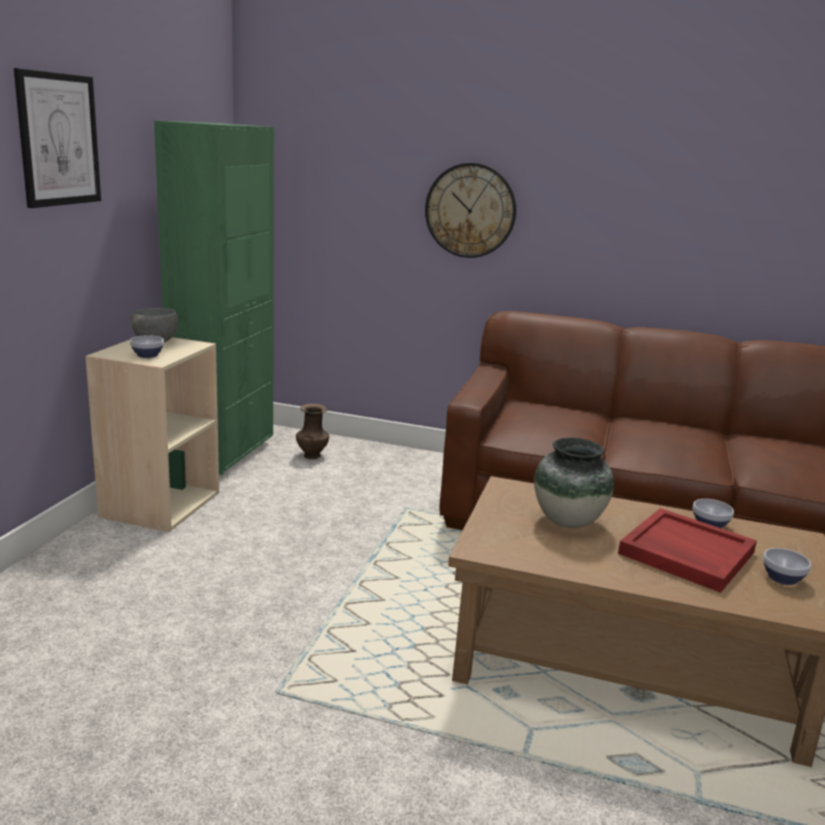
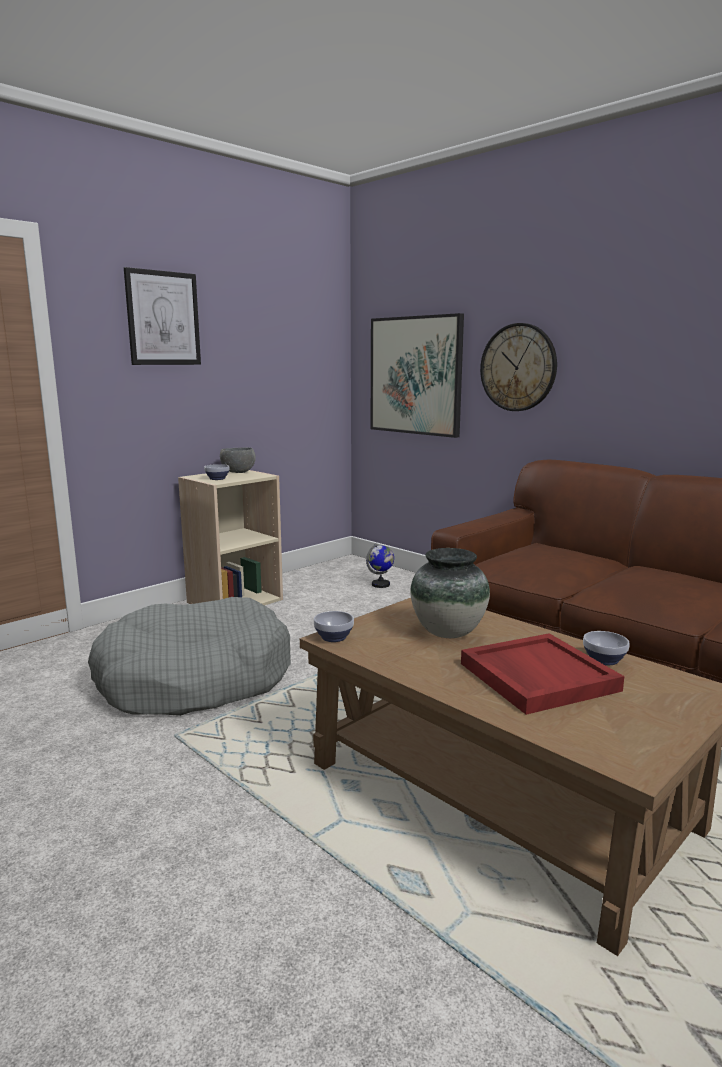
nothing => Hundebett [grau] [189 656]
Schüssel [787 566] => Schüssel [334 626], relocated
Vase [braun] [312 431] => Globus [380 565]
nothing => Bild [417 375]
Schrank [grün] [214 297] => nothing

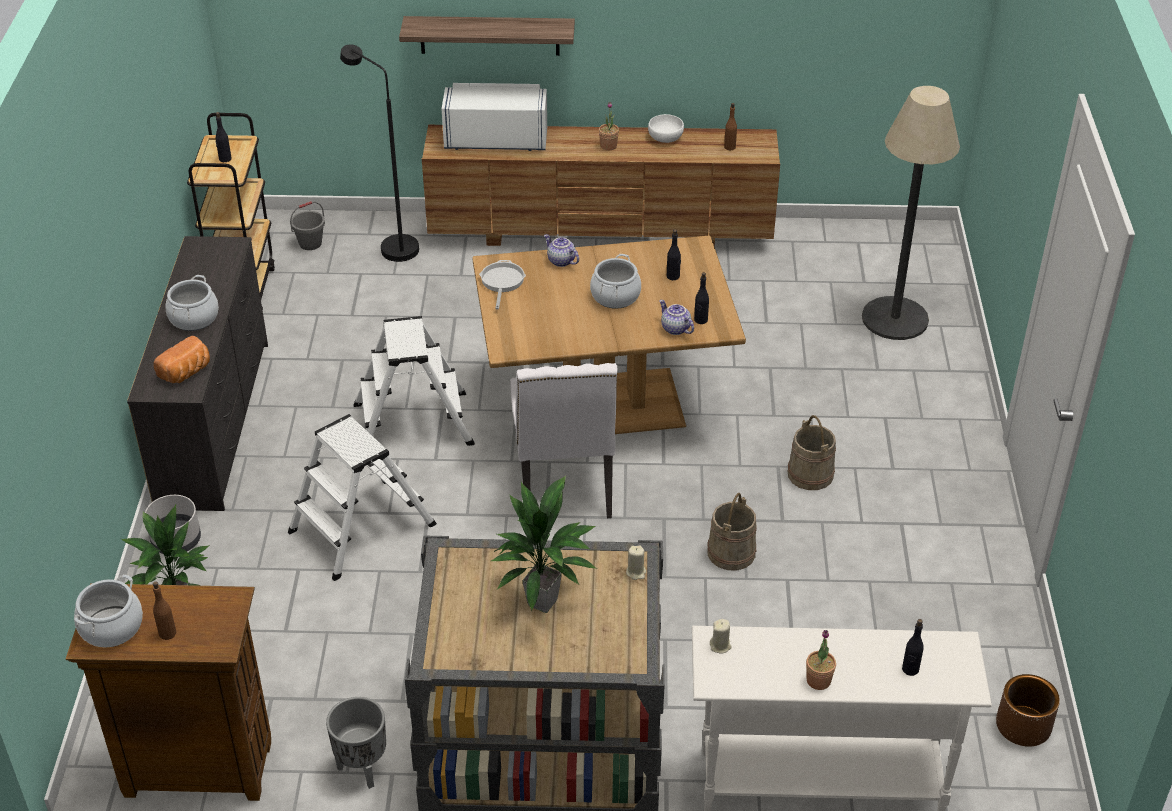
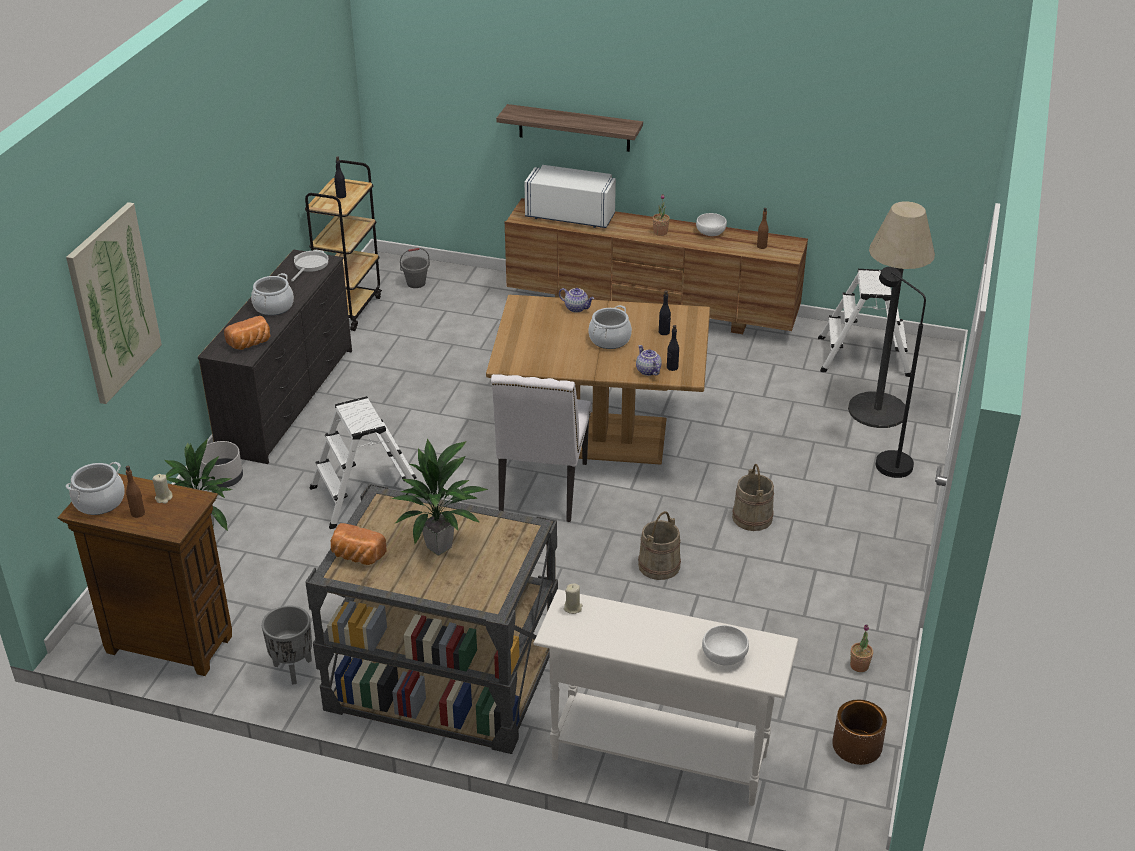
nothing => Bild [114 303]
Kerze [beige] [636 562] => Kerze [beige] [163 489], relocated
Pfanne [502 285] => Pfanne [309 266], relocated
nothing => Brot [358 544]
Teekanne [561 250] => Teekanne [576 300], 150 degrees clockwise
Flasche [schwarz] [913 647] => Schüssel [weiß] [725 645]
Trittleiter [weiß] [414 381] => Trittleiter [weiß] [864 323], relocated
Topfpflanze [821 660] => Topfpflanze [861 648], relocated
Stehlampe [schwarz] [379 153] => Stehlampe [schwarz] [901 372], relocated

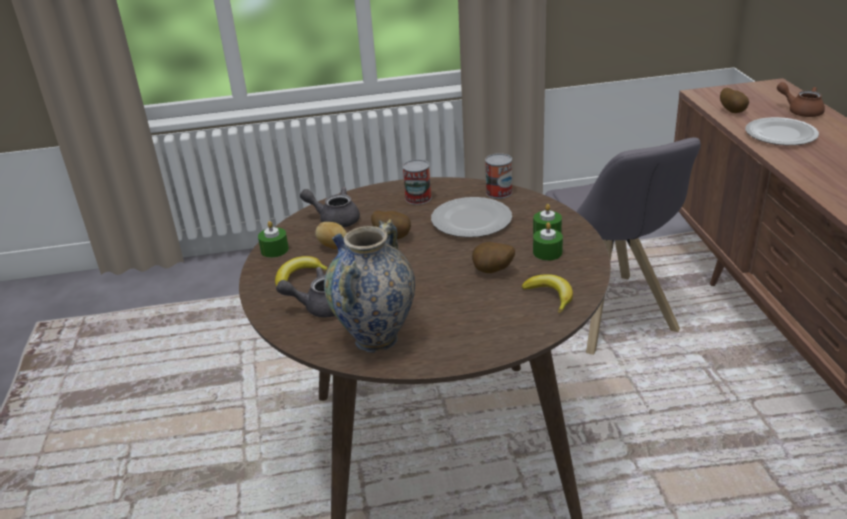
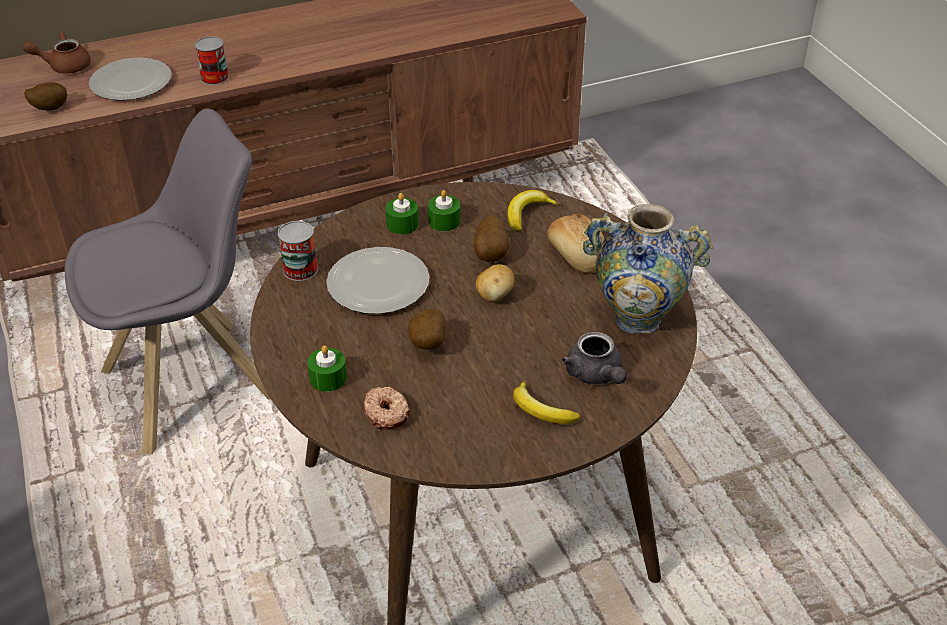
Teekanne [braun] [801 99] => Teekanne [braun] [57 53], 45 degrees clockwise
Dose [417 182] => Dose [212 60], relocated
Kerze [grün] [273 239] => Kerze [grün] [327 368], relocated
Teekanne [grau] [330 207] => Donut [386 408]
Kartoffel [331 235] => Kartoffel [495 282], relocated
nothing => Brot [576 243]

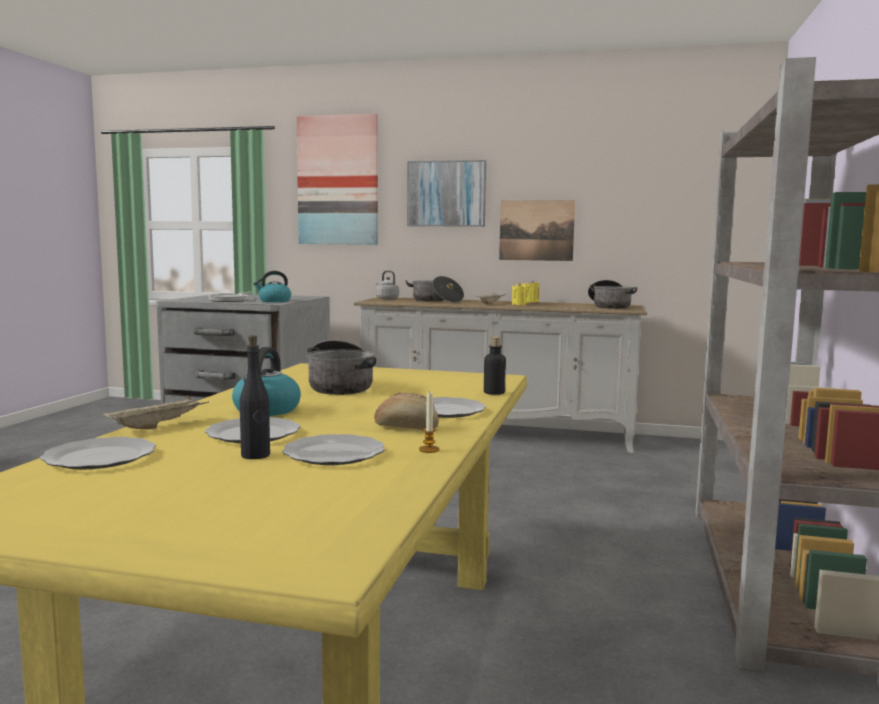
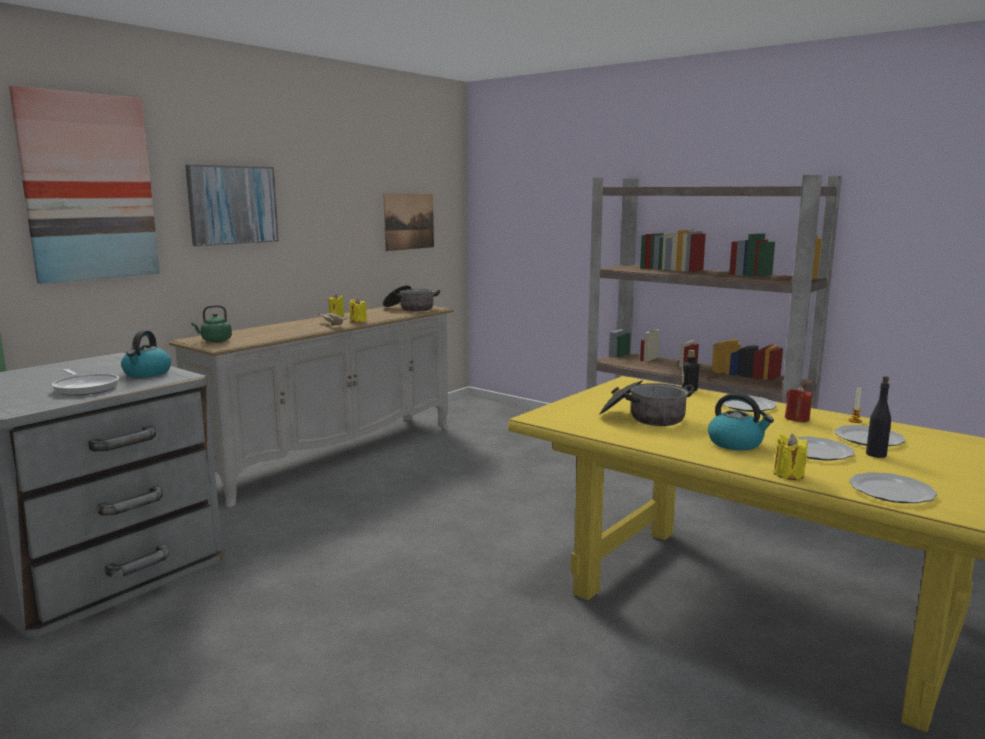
Wasserkessel [grau] [387 285] => Wasserkessel [grün] [211 323]
Bild [537 230] => Bild [408 222], relocated
Tablett [beige] [155 412] => Kerze [gelb] [790 457]
Brot [406 411] => Kerze [rot] [799 404]
Kochtopf [435 289] => nothing

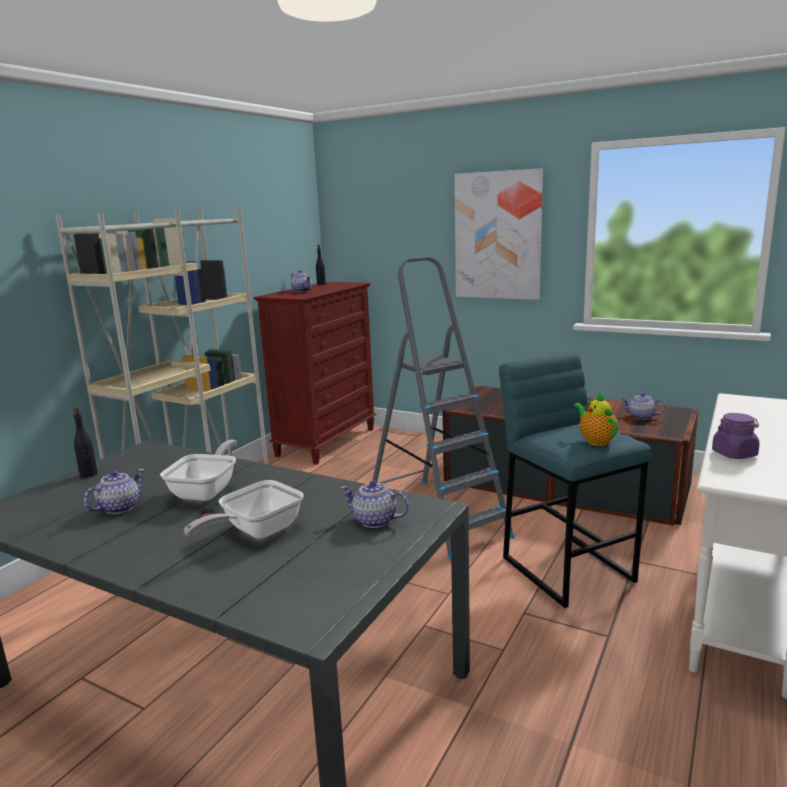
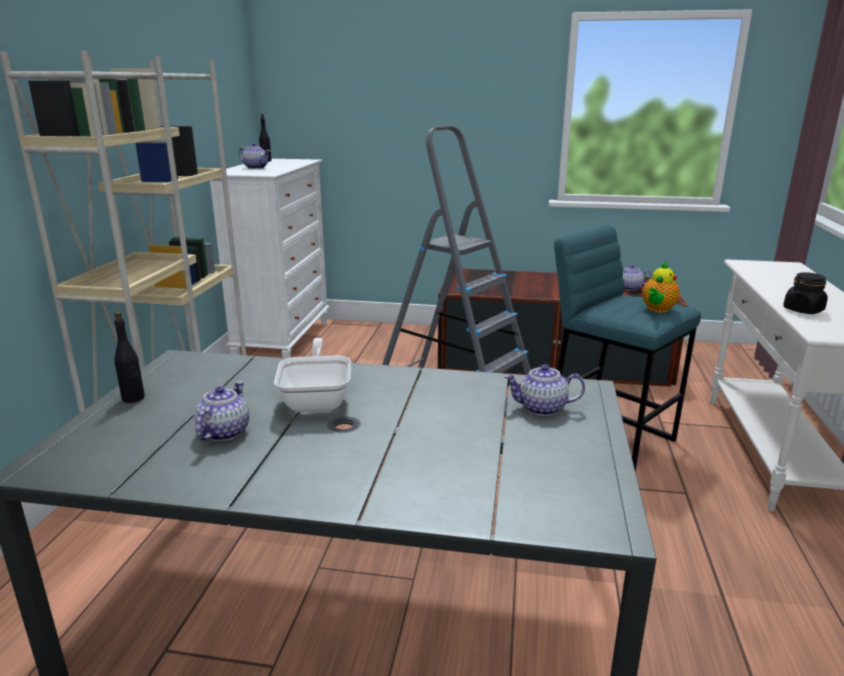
Kommode [rot] [315 373] => Kommode [weiß] [270 258]
Teekanne [596 419] => Teekanne [661 287], 105 degrees counterclockwise
Vorratsglas [lila] [736 436] => Vorratsglas [schwarz] [805 293]
Pfanne [244 509] => nothing
Bild [498 234] => nothing

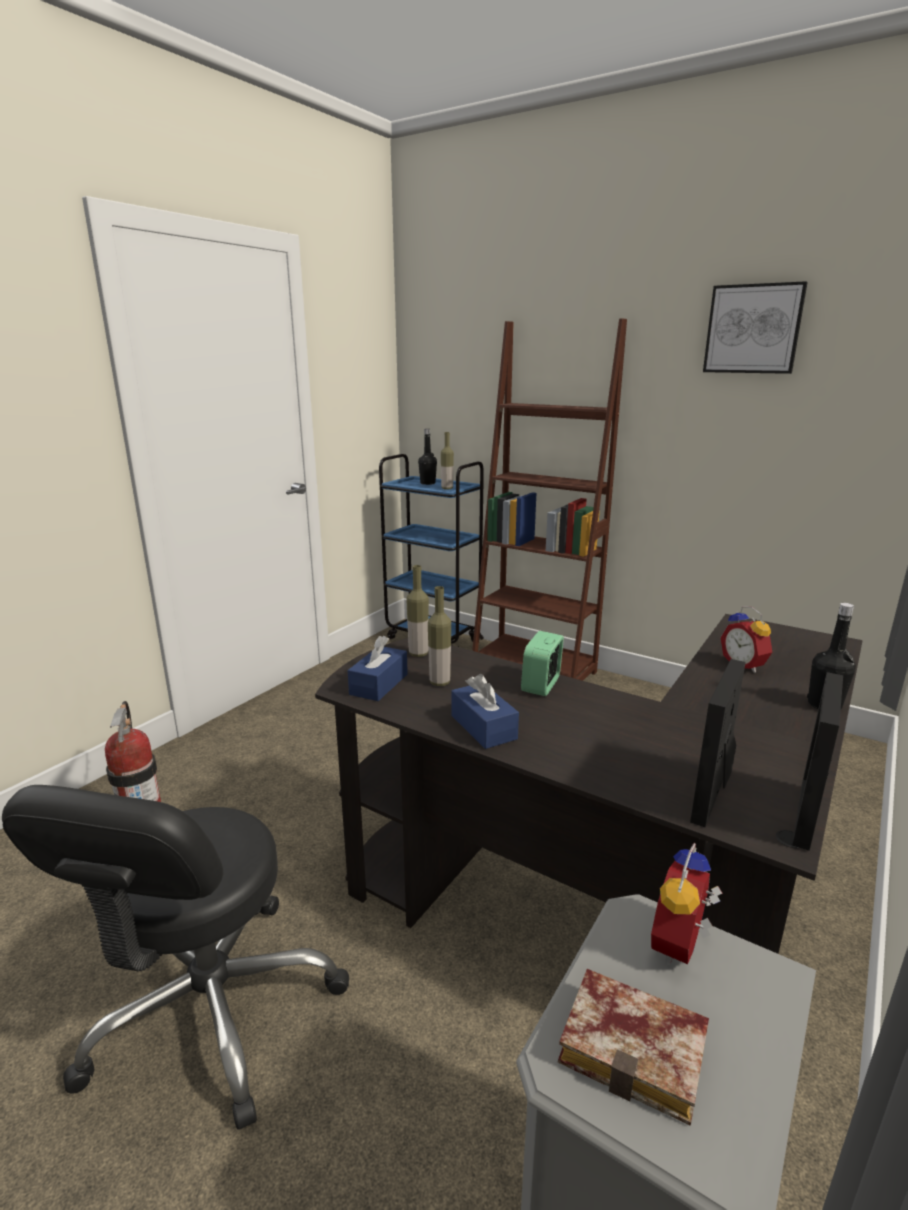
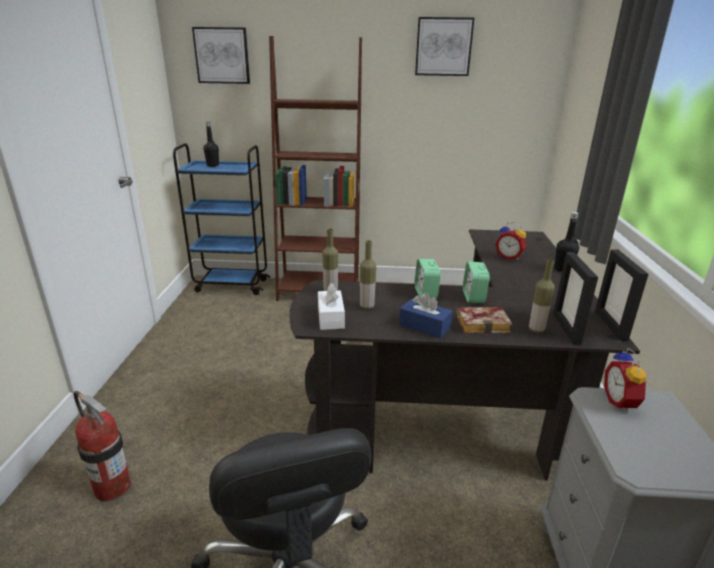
nothing => Bild [221 55]
Taschentuchbox [blau] [378 668] => Taschentuchbox [weiß] [331 306]
Buch [633 1047] => Buch [484 321], relocated
nothing => Wecker [476 282]
Flasche [447 461] => Flasche [542 296], relocated

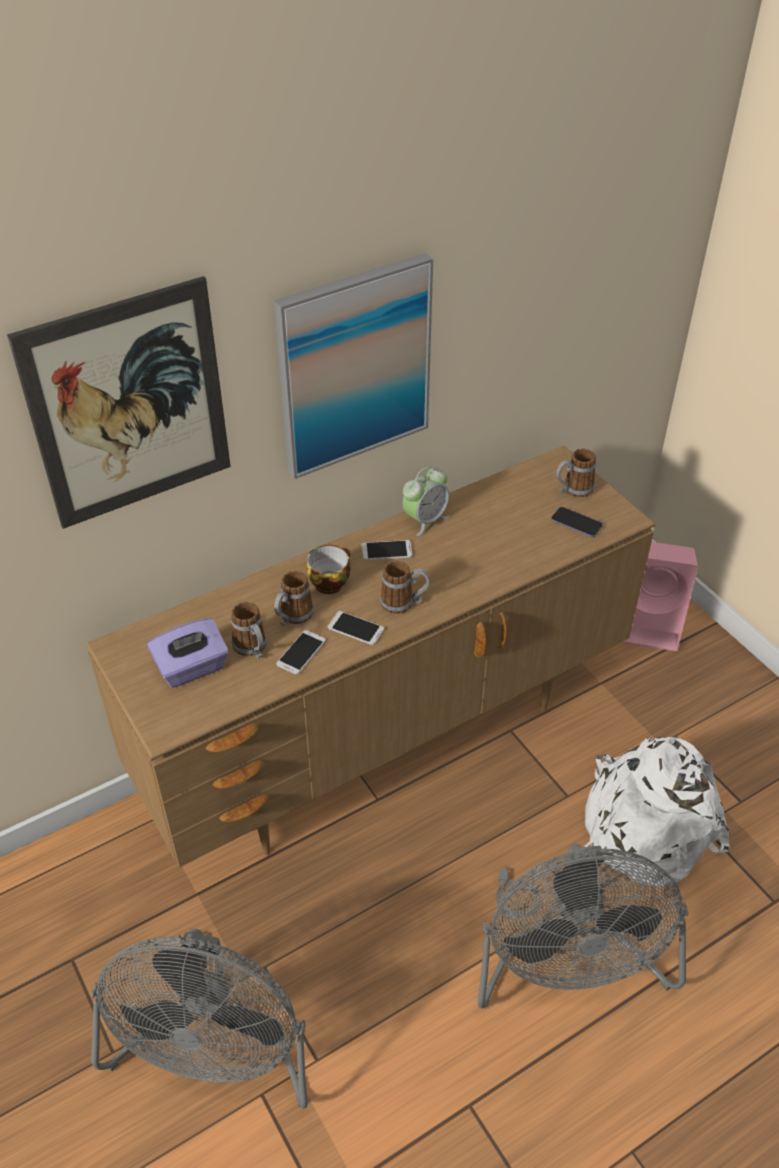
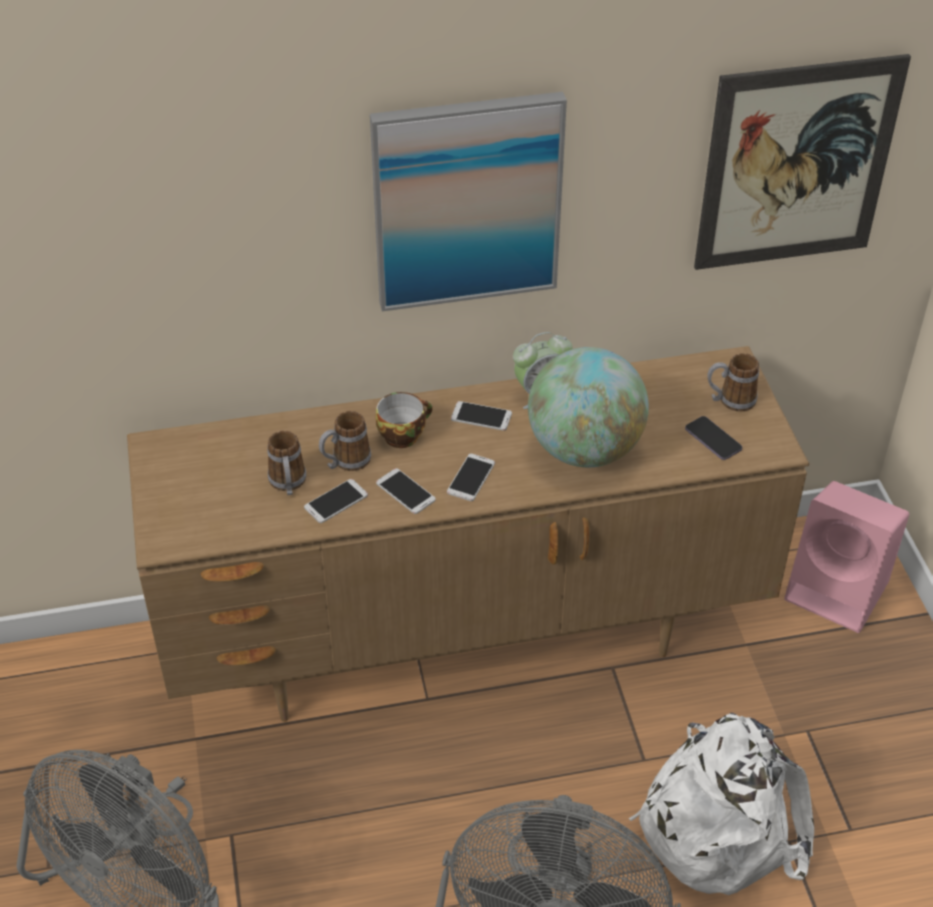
Henkelbecher [404 587] => Handy [471 477]
nothing => Globus [588 407]
Bild [119 402] => Bild [802 162], relocated
Taschentuchbox [lila] [188 653] => nothing

